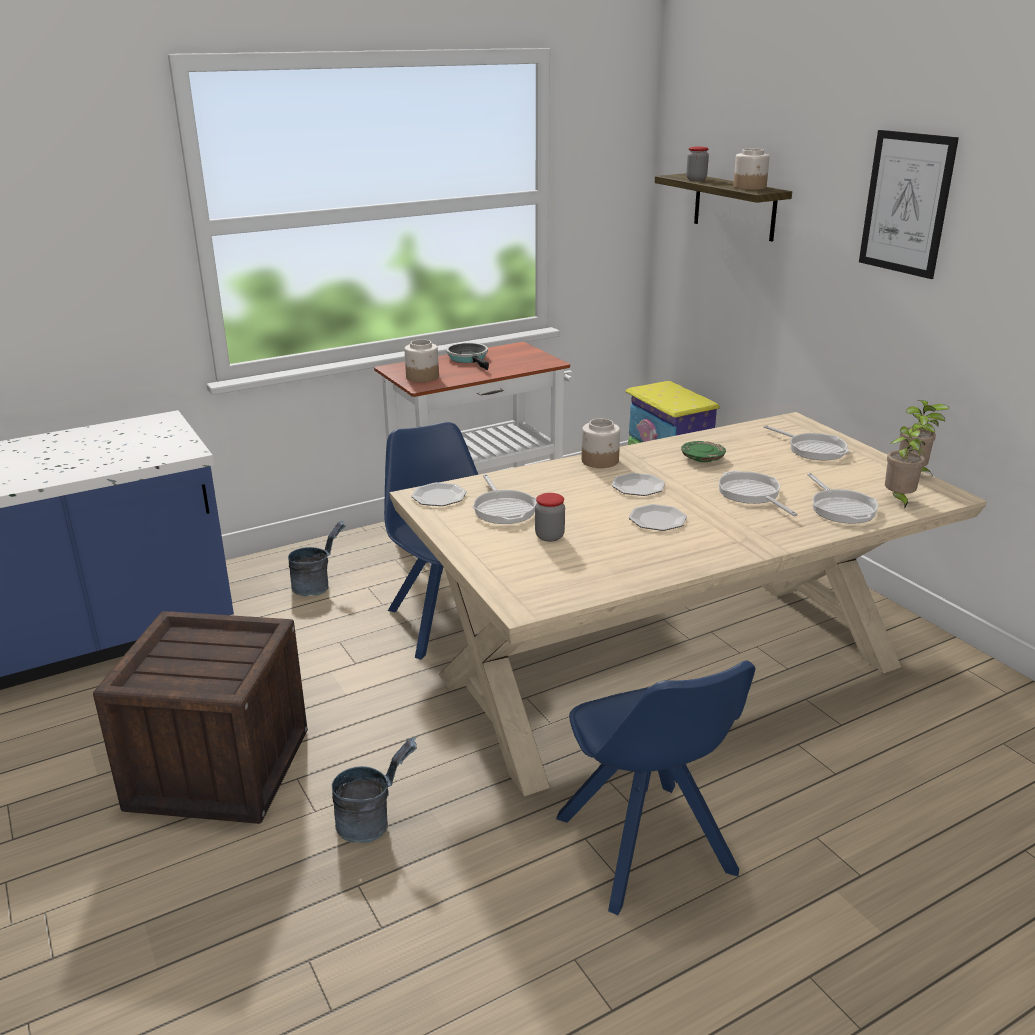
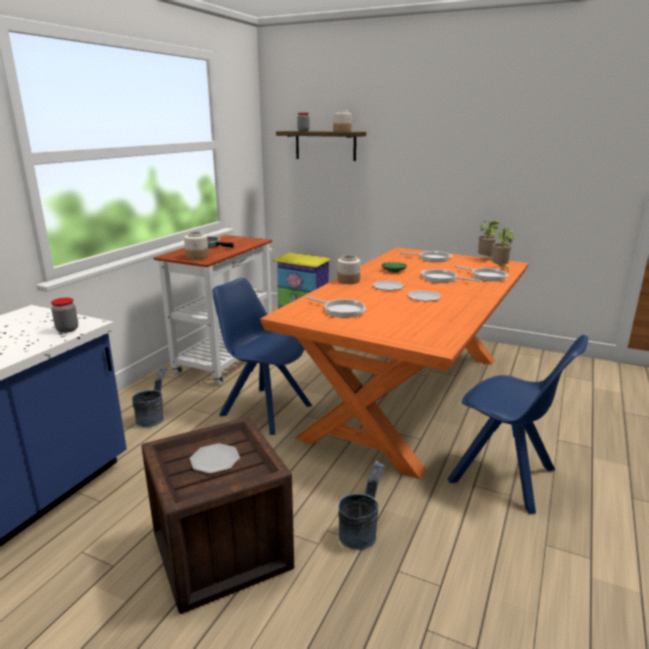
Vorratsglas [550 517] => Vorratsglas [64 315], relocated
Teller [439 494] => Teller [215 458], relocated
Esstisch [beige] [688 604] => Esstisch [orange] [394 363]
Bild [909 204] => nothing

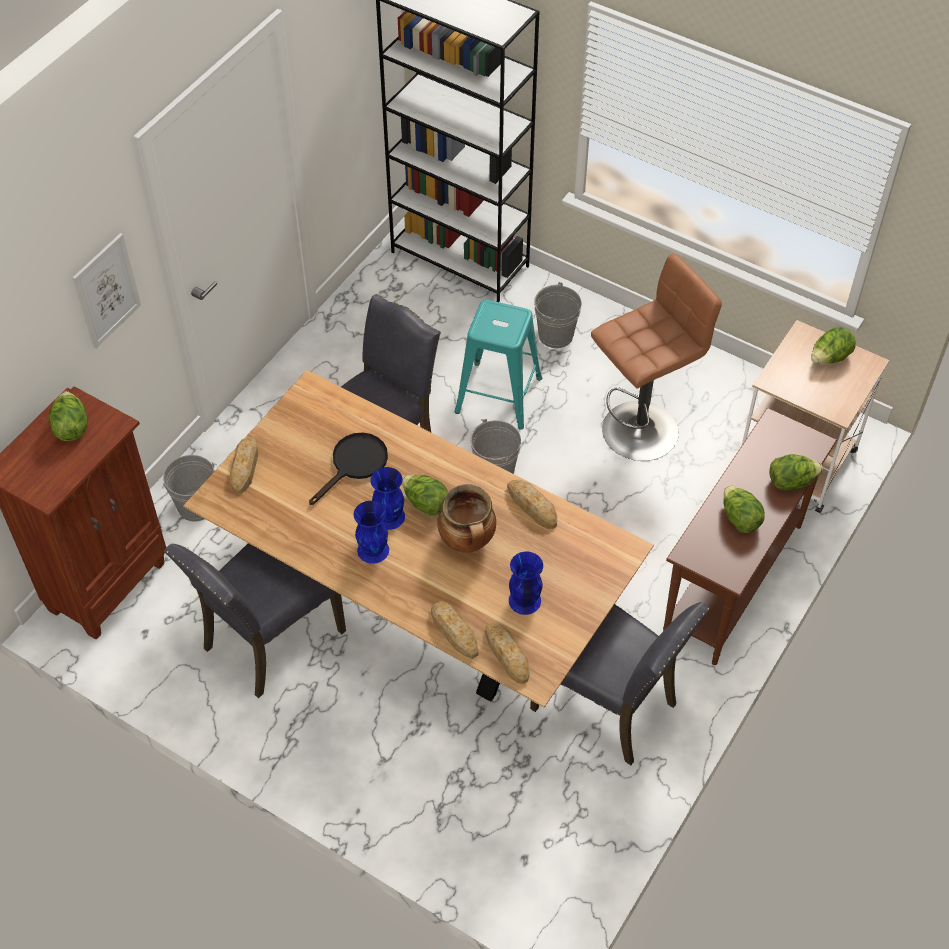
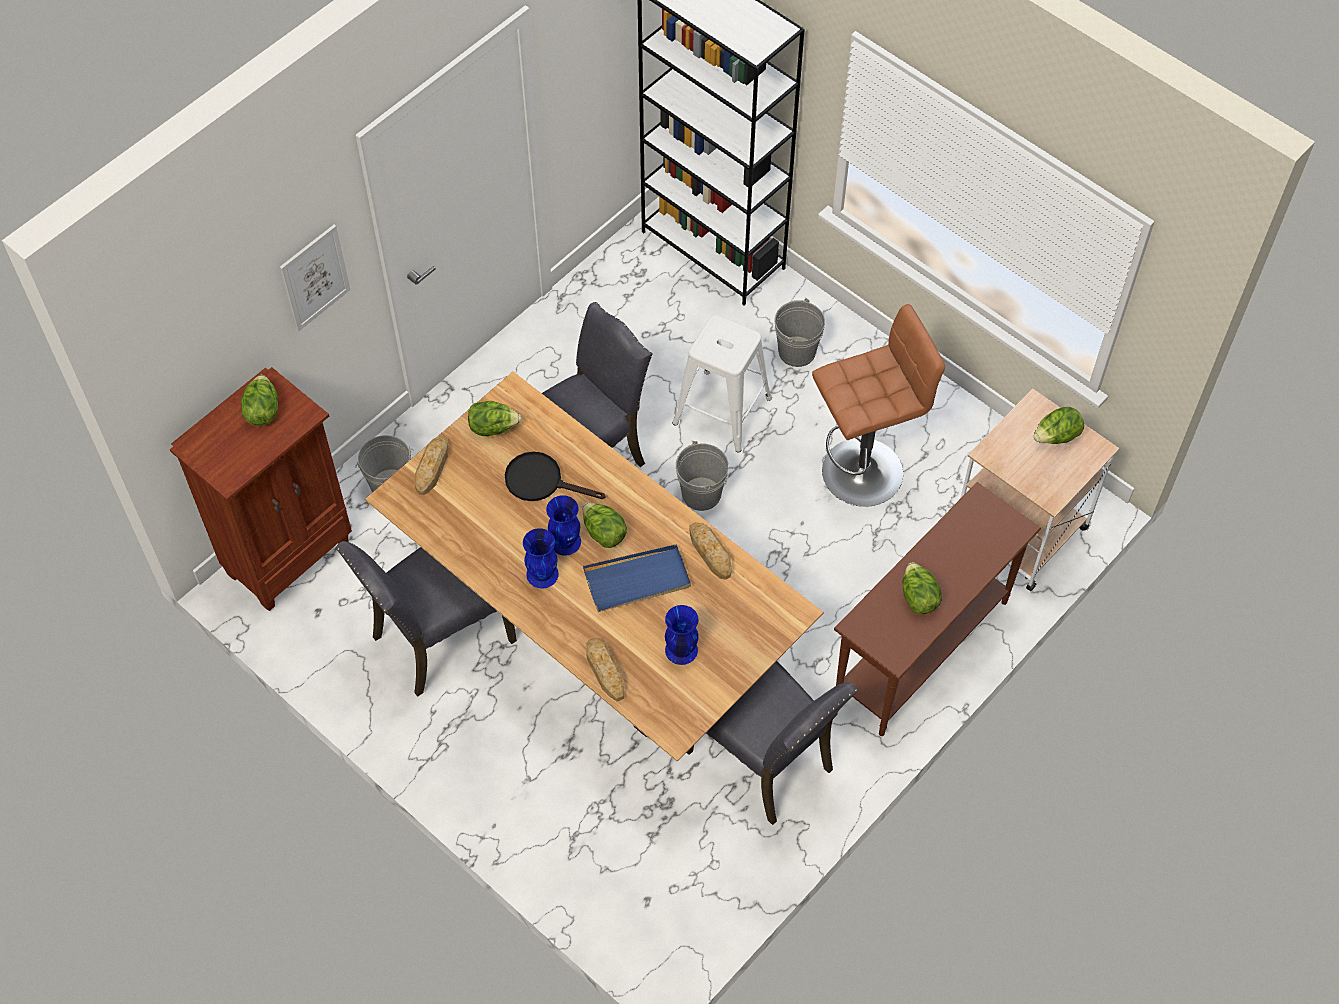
Salatkopf [796 472] => Salatkopf [494 418], relocated
Pfanne [schwarz] [348 468] => Pfanne [schwarz] [555 476], 120 degrees counterclockwise
Kochtopf [466 518] => Tablett [blau] [637 578]
Hocker [türkis] [498 365] => Hocker [weiß] [722 383]
Brot [507 653] => nothing

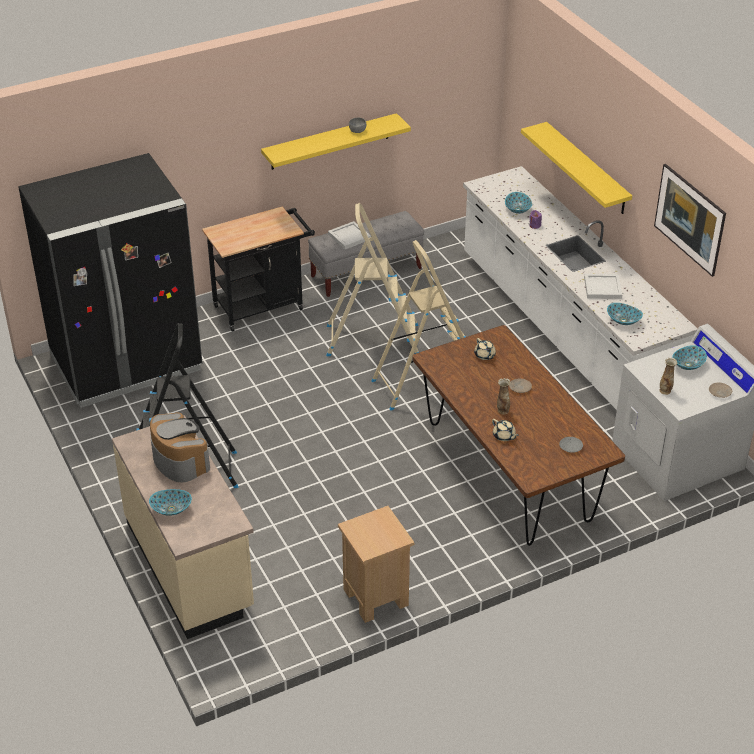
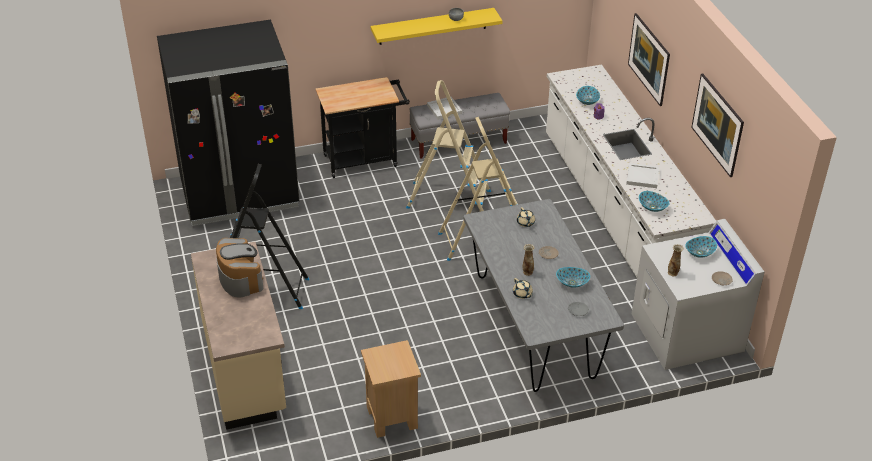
Esstisch [braun] [519 435] => Esstisch [grau] [544 295]
Schüssel [170 502] => Schüssel [573 277], relocated
Wandregal [gelb] [576 168] => Bild [649 59]

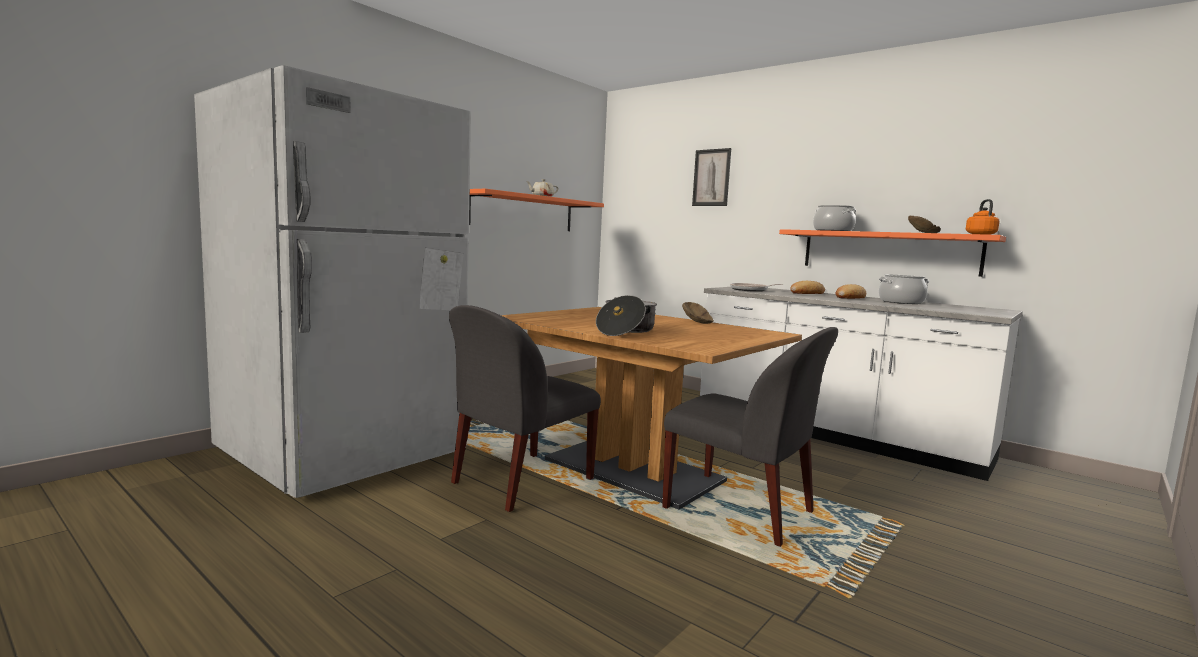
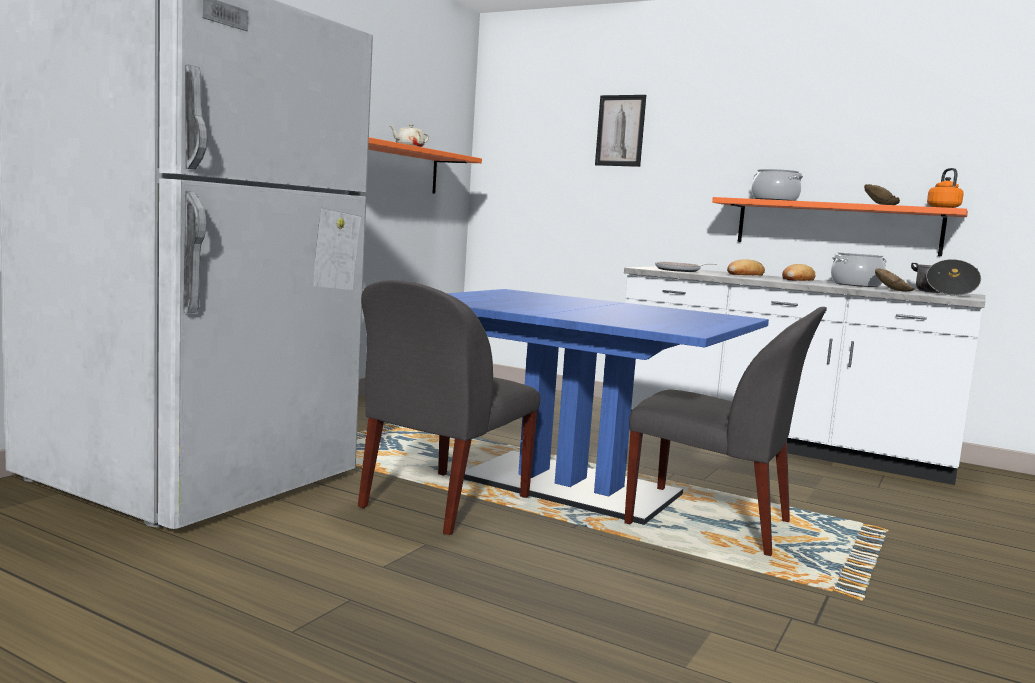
Esstisch [braun] [651 408] => Esstisch [blau] [608 407]
Schüssel [braun] [698 313] => Schüssel [braun] [895 280], relocated
Kochtopf [626 315] => Kochtopf [946 277], relocated

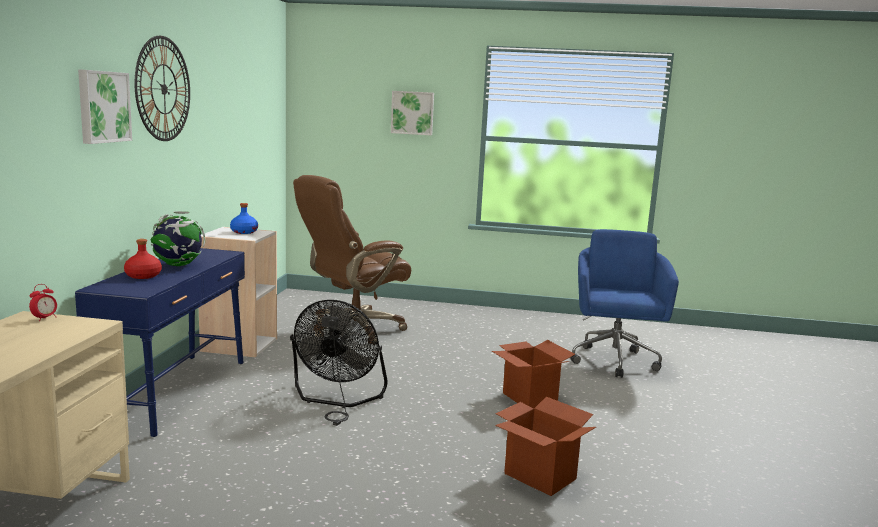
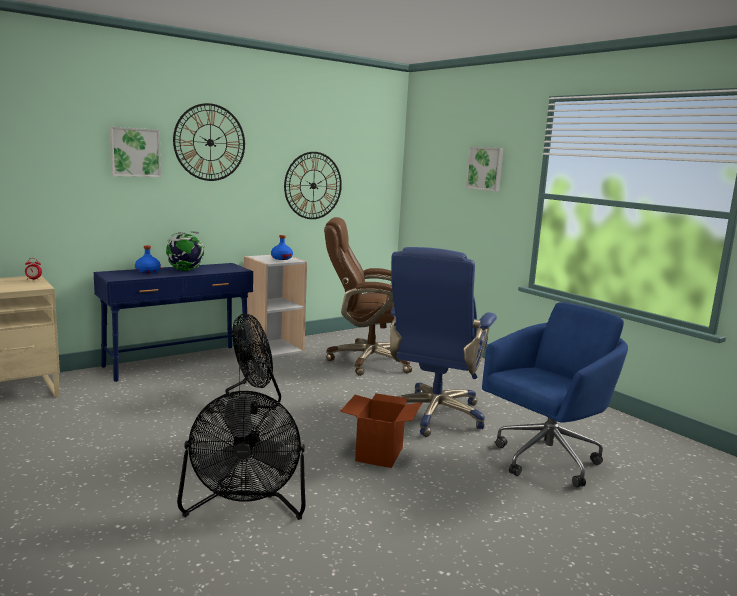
Flasche [rot] [143 259] => Flasche [blau] [148 259]
Karton [545 446] => Ventilator [schwarz] [241 455]
nothing => Wanduhr [313 185]
nothing => Bürostuhl [blau] [443 342]

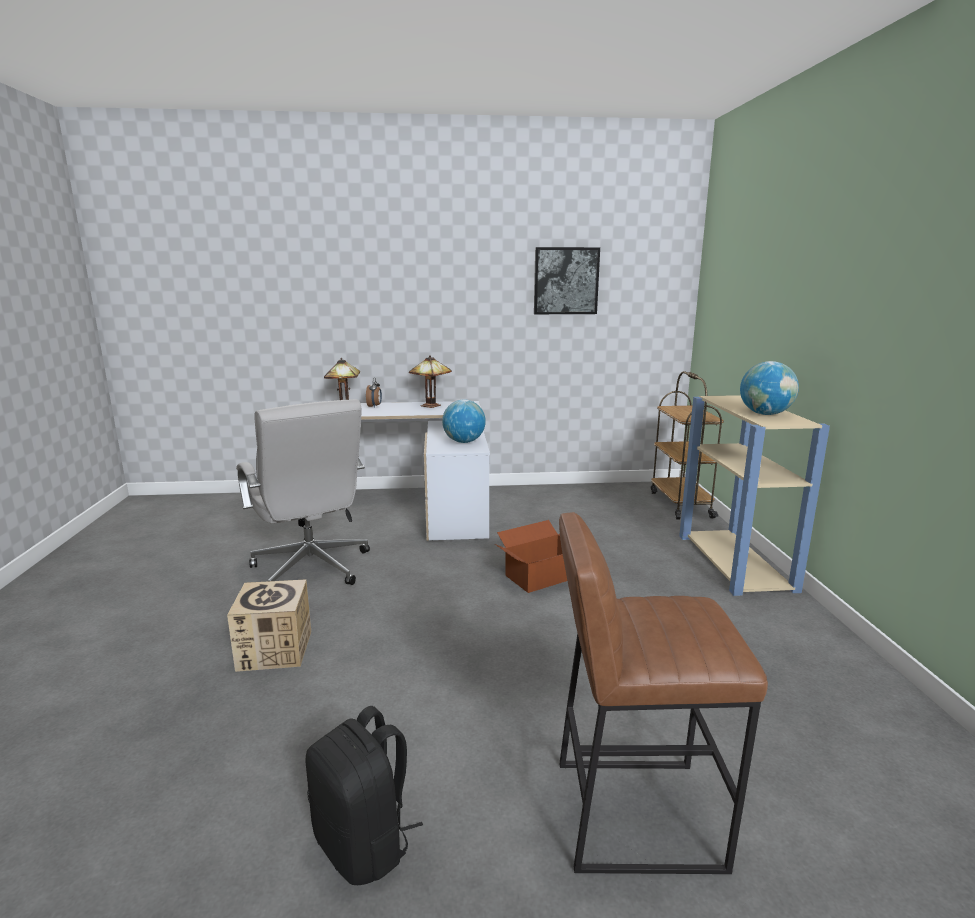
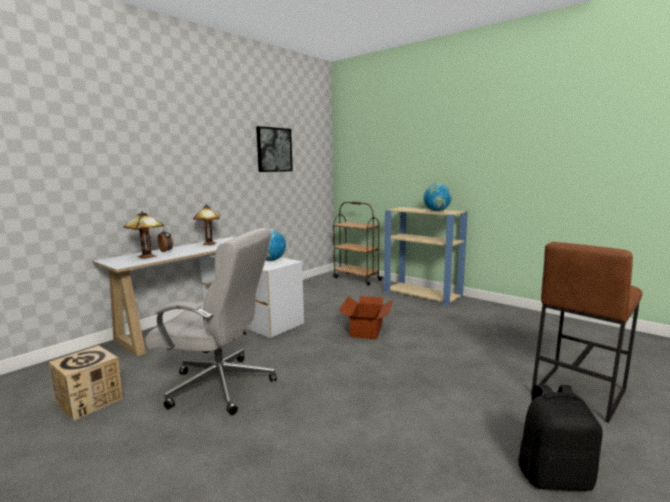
Karton [269 625] => Karton [86 383], relocated

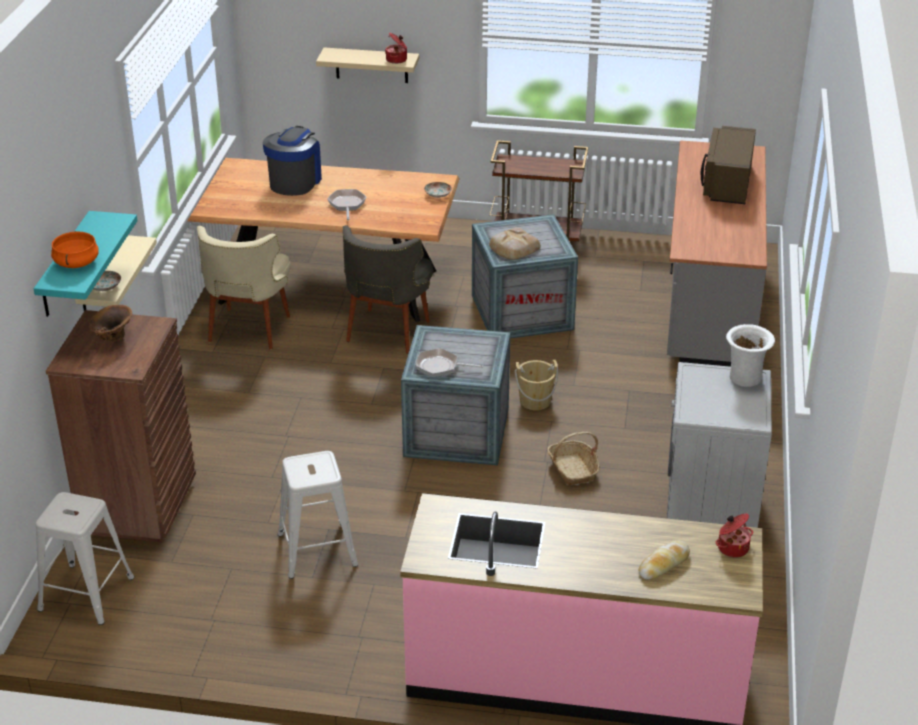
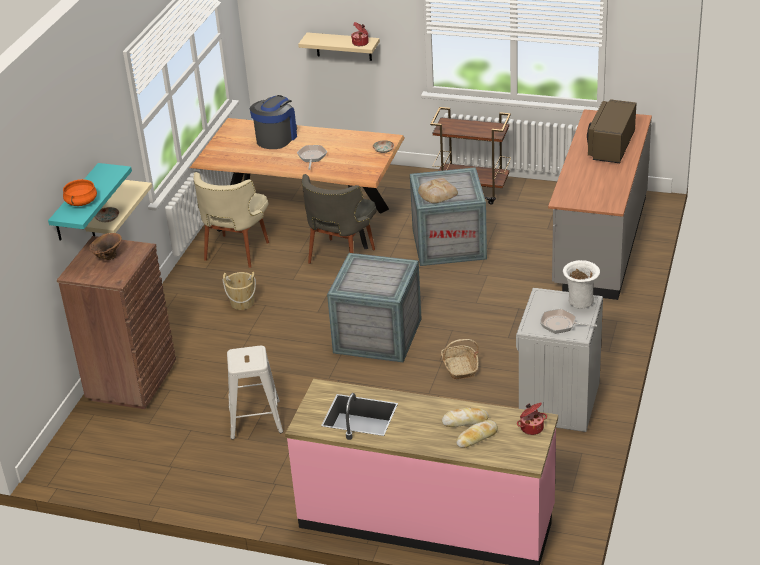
Eimer [beige] [536 385] => Eimer [beige] [239 291], relocated
nothing => Brot [465 417]
Pfanne [449 362] => Pfanne [568 321], relocated
Hocker [weiß] [85 558] => nothing

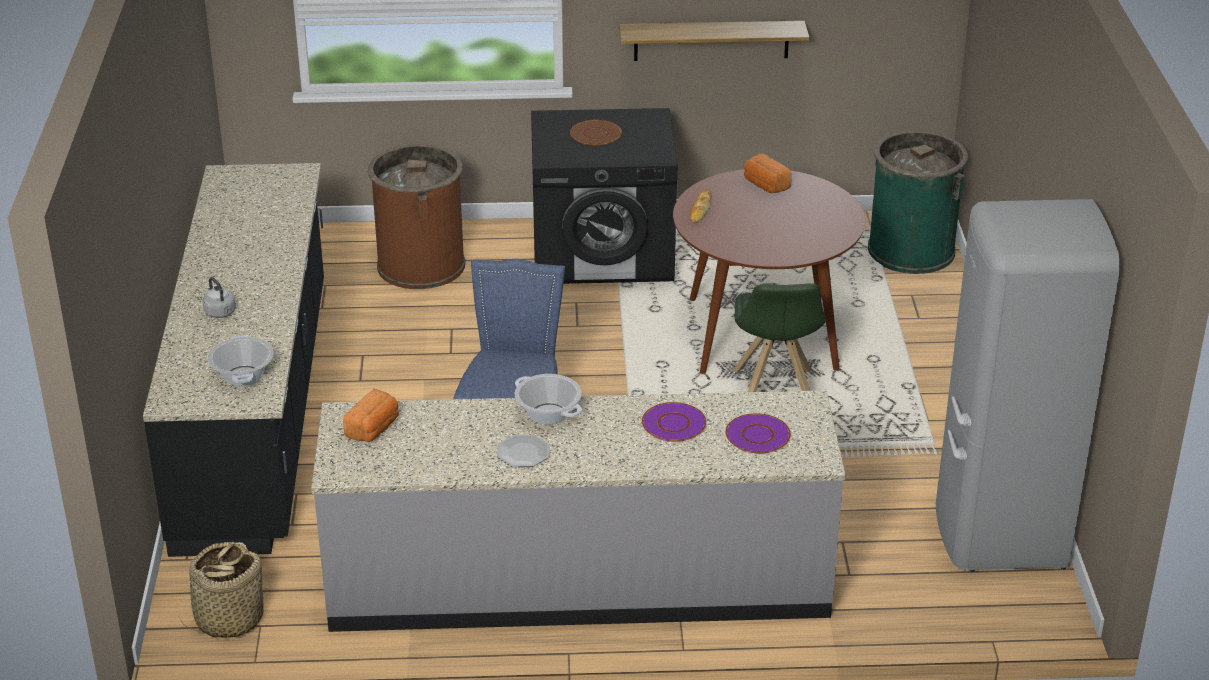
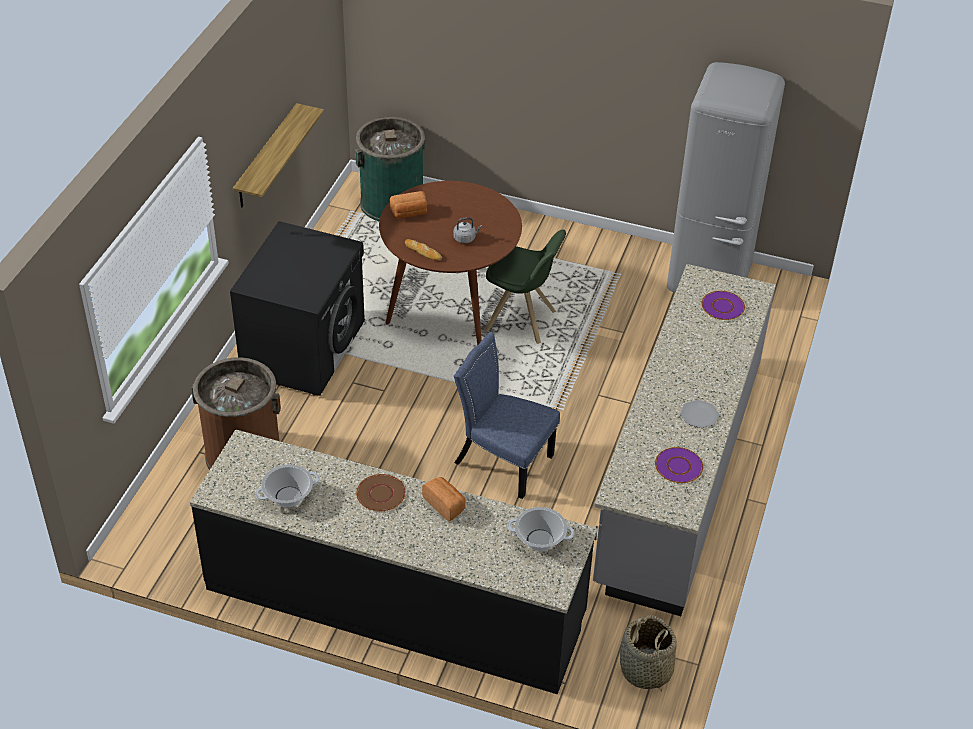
Kochtopf [548 399] => Kochtopf [287 486], relocated
Teller [braun] [596 133] => Teller [braun] [381 492], relocated
Brot [371 415] => Brot [444 499], relocated
Wasserkessel [grau] [219 297] => Wasserkessel [grau] [468 230], relocated
Teller [lila] [674 422] => Teller [lila] [679 465], relocated

